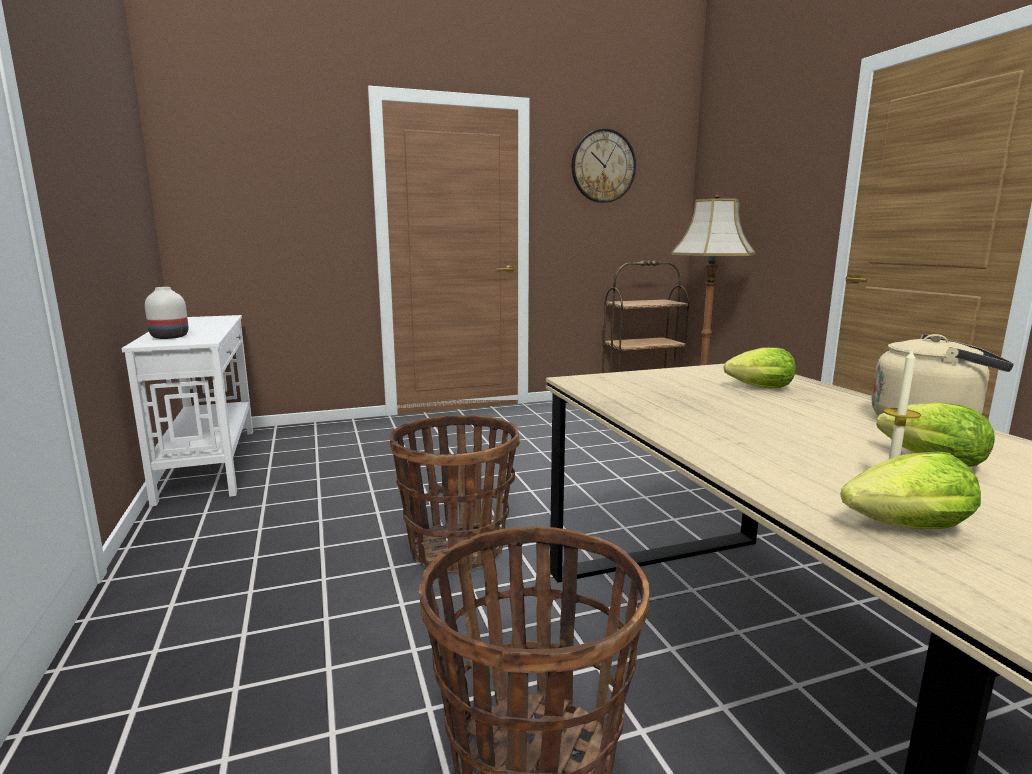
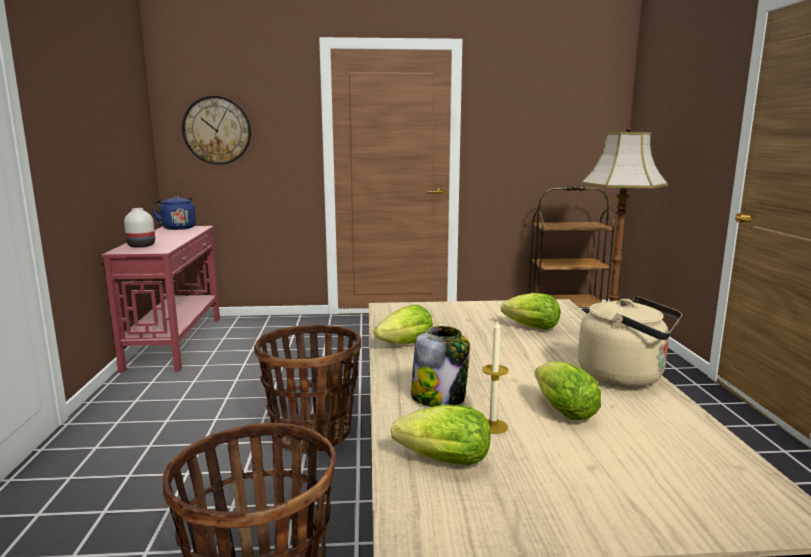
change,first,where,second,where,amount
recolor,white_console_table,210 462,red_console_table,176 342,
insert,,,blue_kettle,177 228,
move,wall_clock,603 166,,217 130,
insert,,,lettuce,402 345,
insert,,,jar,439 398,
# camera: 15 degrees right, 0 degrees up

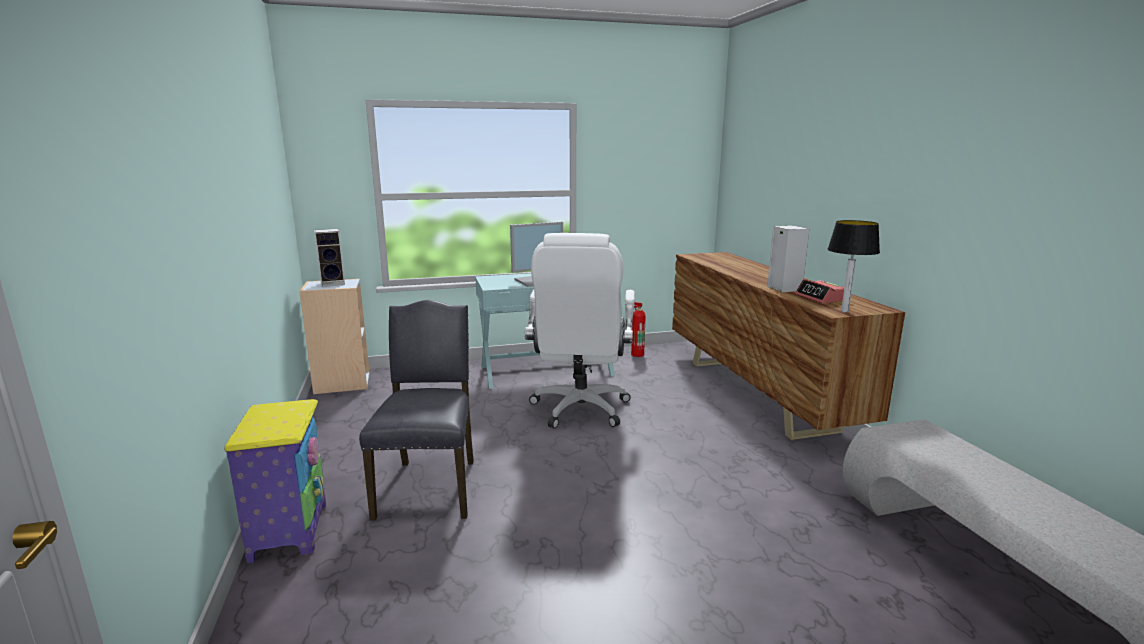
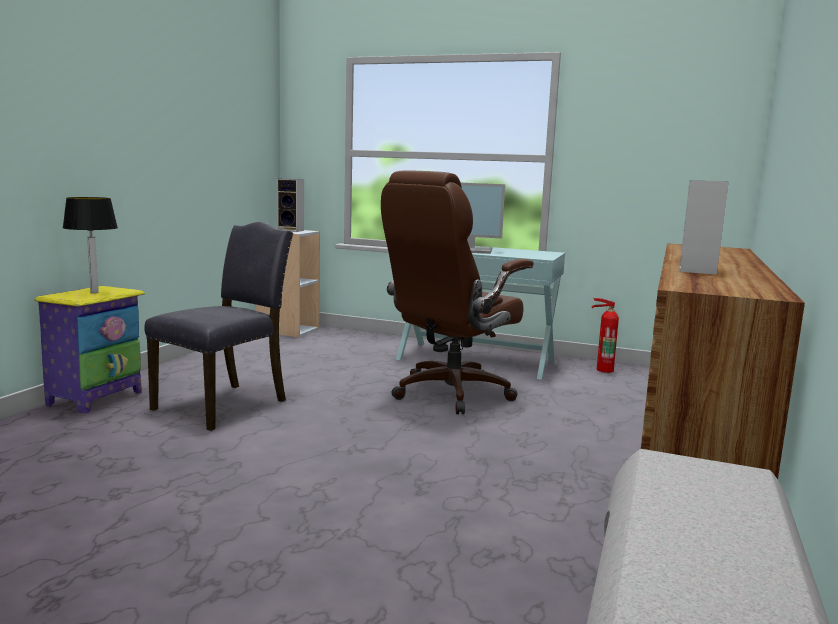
change,first,where,second,where,amount
move,table_lamp,845 311,,95 292,
recolor,white_office_chair,580 409,brown_office_chair,450 394,
delete,alarm_clock,821 298,,,
# camera: 35 degrees right, 5 degrees down

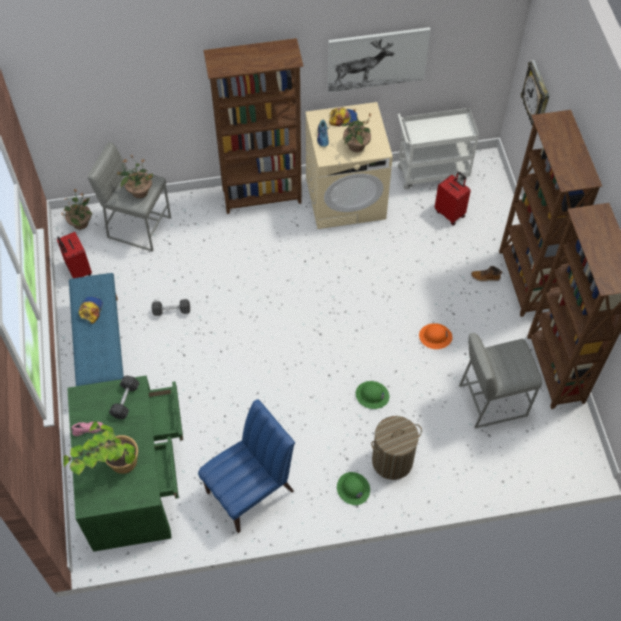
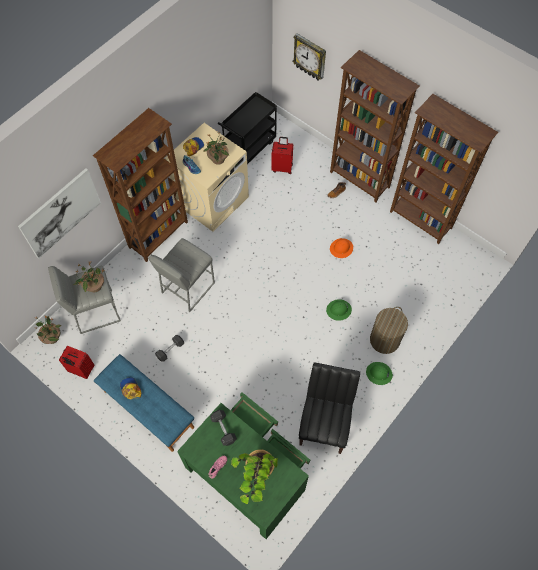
change,first,where,second,where,amount
move,picture,377 59,,60 213,
move,grey_stool,491 400,,187 288,
recolor,white_cart,430 174,black_cart,249 151,
recolor,blue_chair,250 492,black_chair,324 424,
# camera: 40 degrees left, 5 degrees up

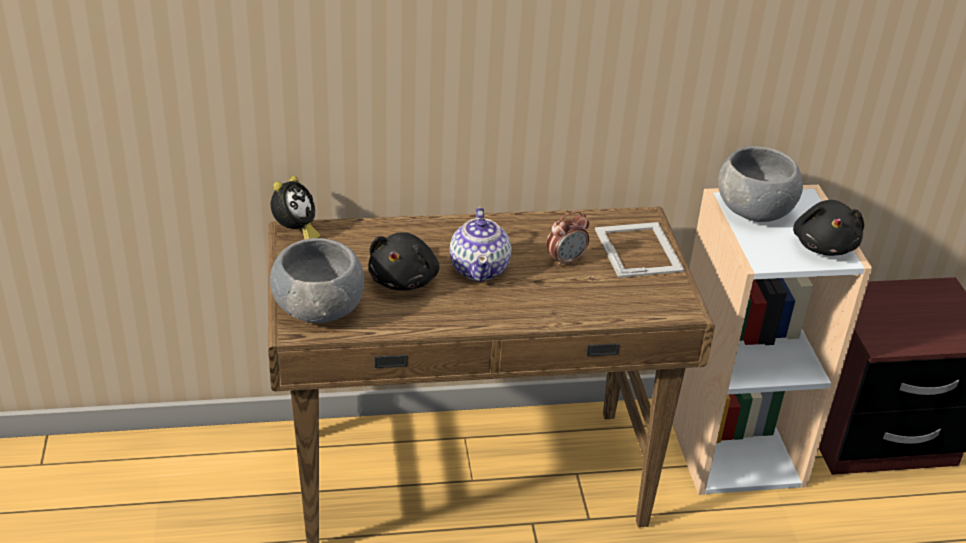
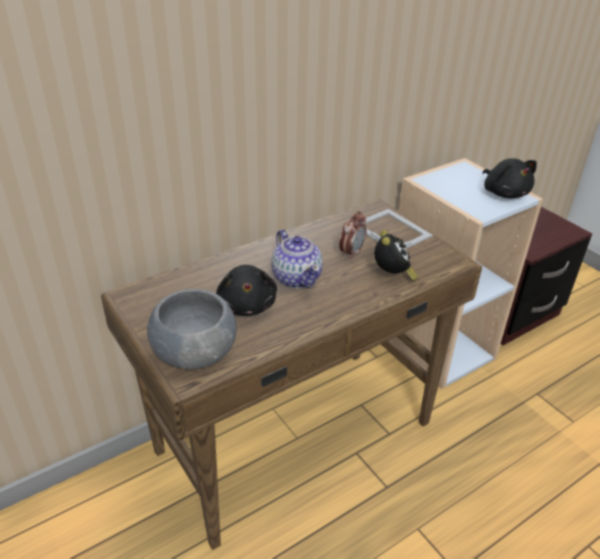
change,first,where,second,where,amount
move,alarm_clock,295 232,,392 276,
delete,grey_bowl,754 210,,,
# camera: 25 degrees left, 0 degrees up

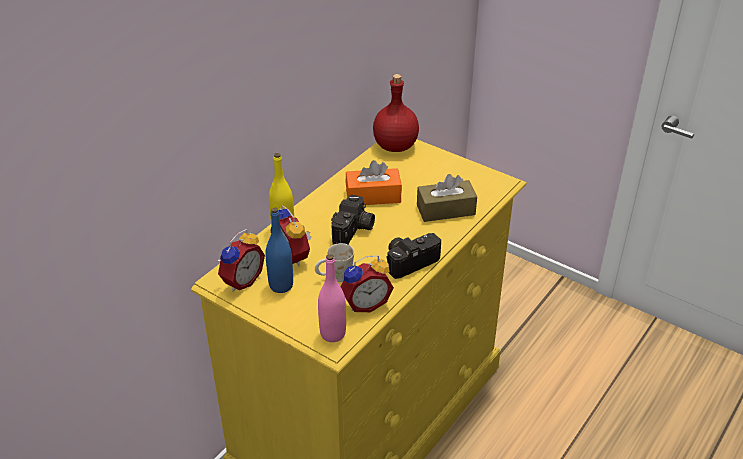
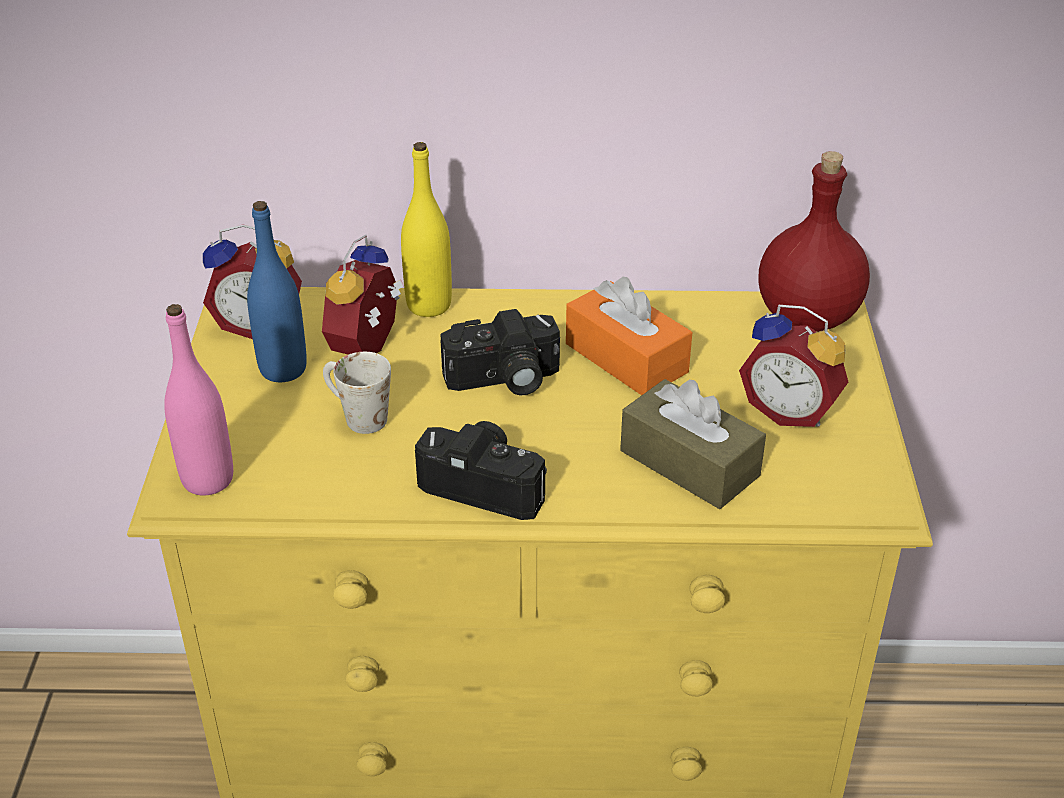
change,first,where,second,where,amount
move,alarm_clock,365 303,,790 410,
# camera: 55 degrees right, 0 degrees up

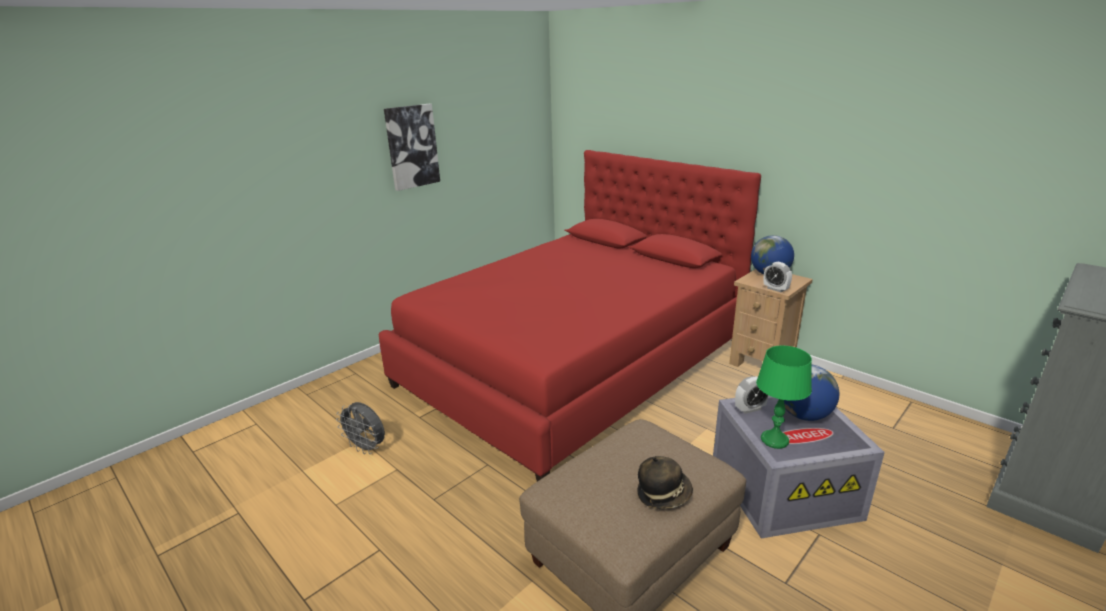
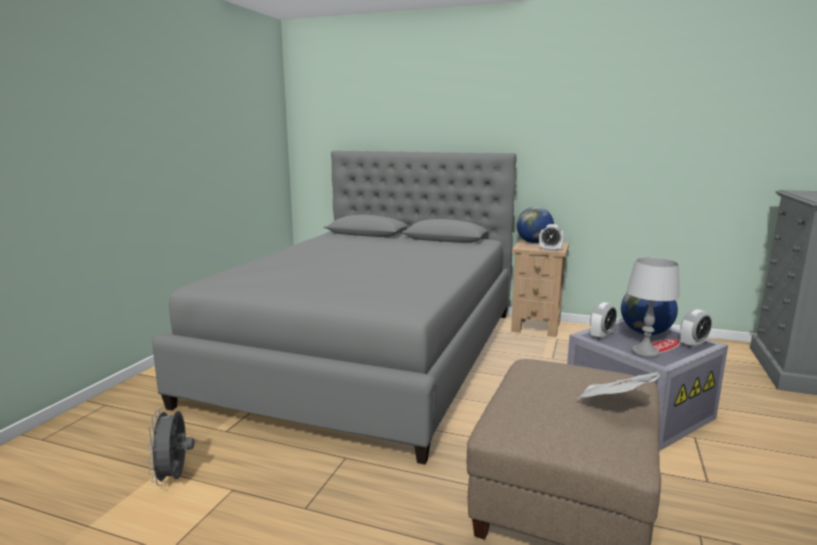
change,first,where,second,where,amount
rotate,grey_fan,367 448,,174 477,75 degrees clockwise
recolor,red_bed,574 363,grey_bed,370 353,
replace,hat,663 494,newspaper,614 404,
recolor,green_table_lamp,774 440,grey_table_lamp,645 352,
insert,,,alarm_clock,693 344,
delete,picture,412 146,,,
# camera: 25 degrees left, 10 degrees down

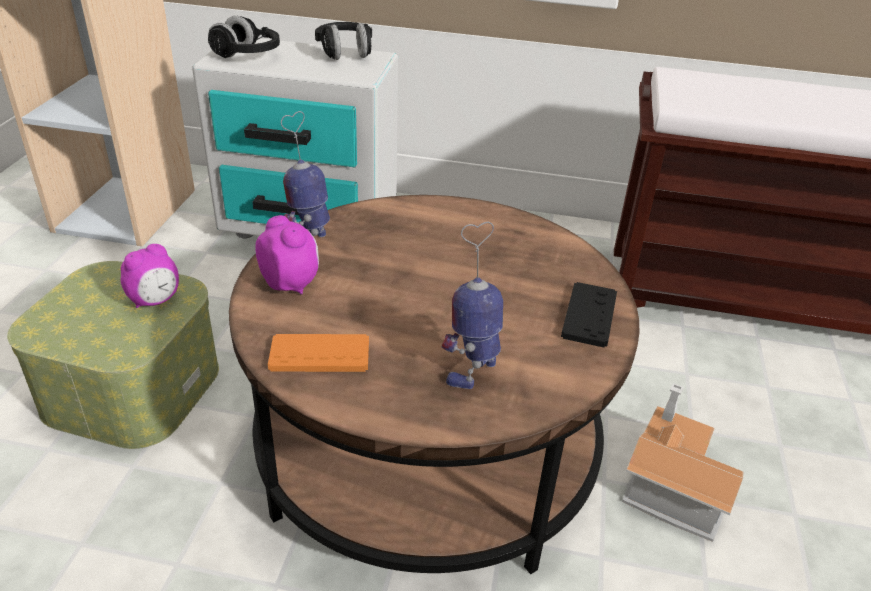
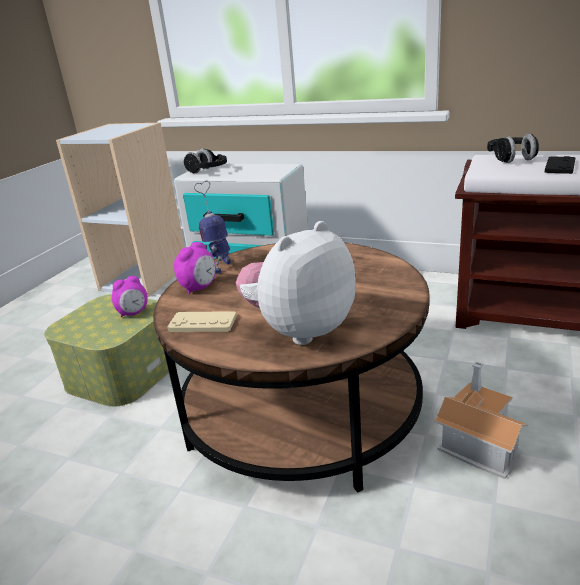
change,first,where,second,where,amount
recolor,orange_game_controller,319 355,beige_game_controller,202 323,
rotate,alarm_clock,291 283,,199 288,60 degrees clockwise
replace,toy_robot,474 368,plush_toy,300 329,
move,black_headphones,345 53,,511 159,
move,black_game_controller,589 315,,560 166,
# camera: 15 degrees right, 10 degrees down

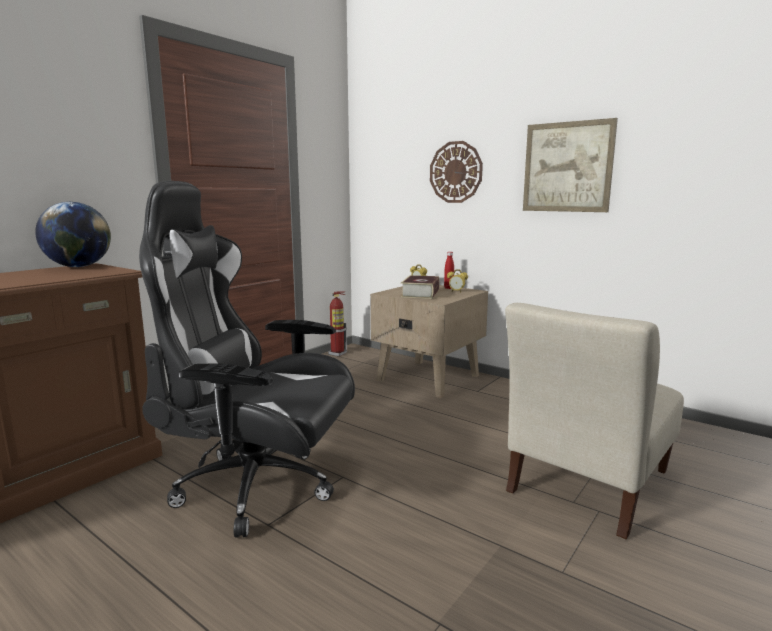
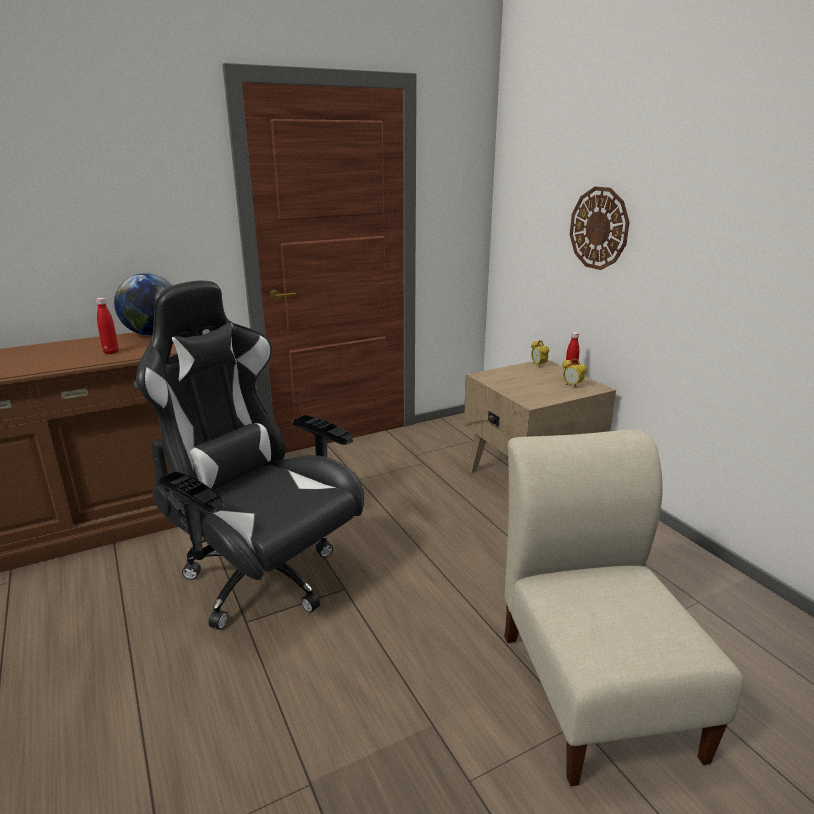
change,first,where,second,where,amount
insert,,,red_bottle,111 352,
rotate,beige_chair,586 485,,593 684,105 degrees clockwise
delete,fire_extinguisher,337 353,,,
delete,book,420 293,,,
delete,picture,567 167,,,
# camera: 25 degrees right, 10 degrees up

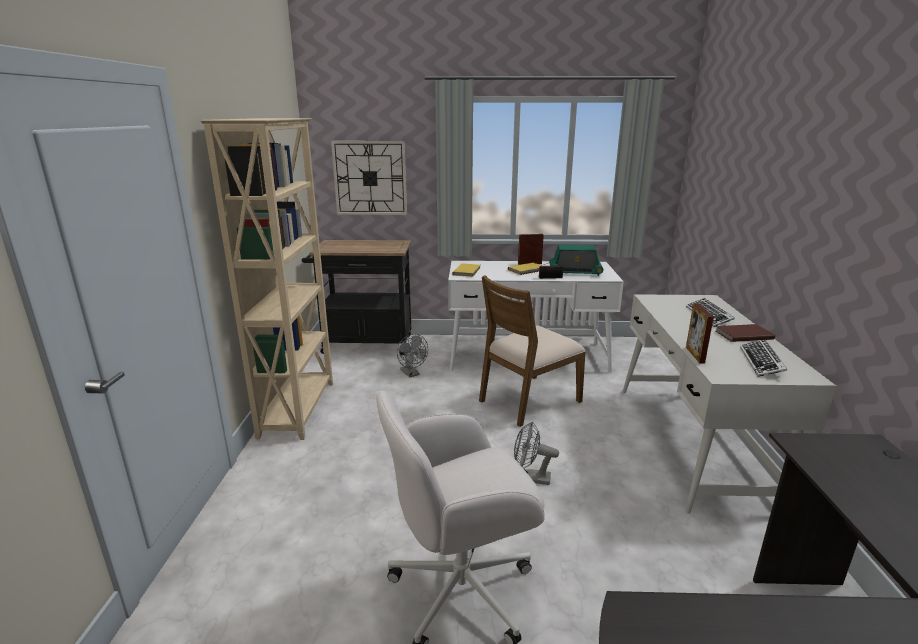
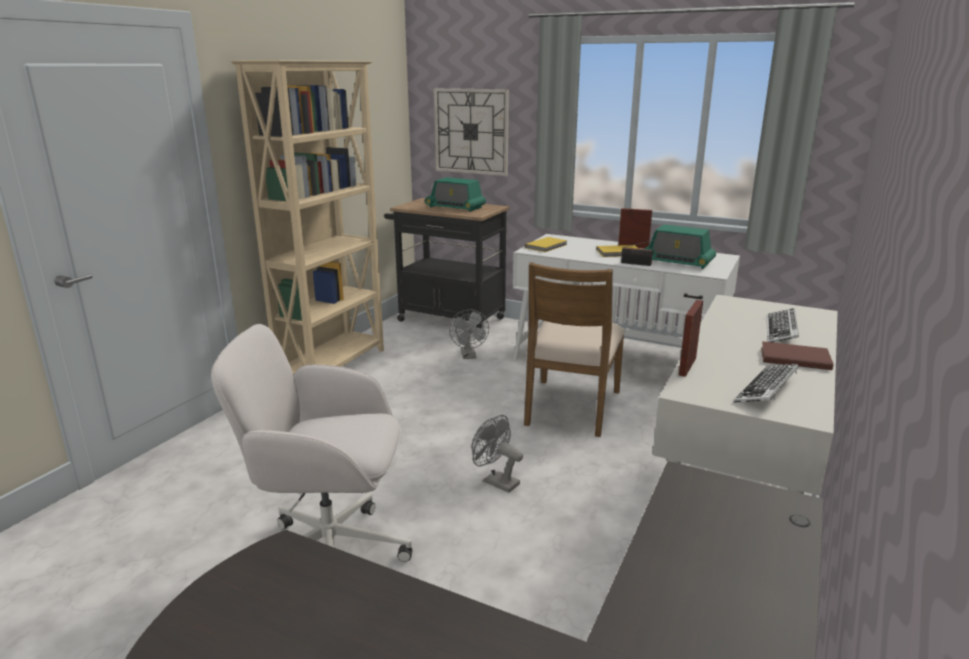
change,first,where,second,where,amount
insert,,,radio,455 207,
rotate,brown_chair,528 400,,571 407,60 degrees counterclockwise
# camera: 25 degrees right, 0 degrees up

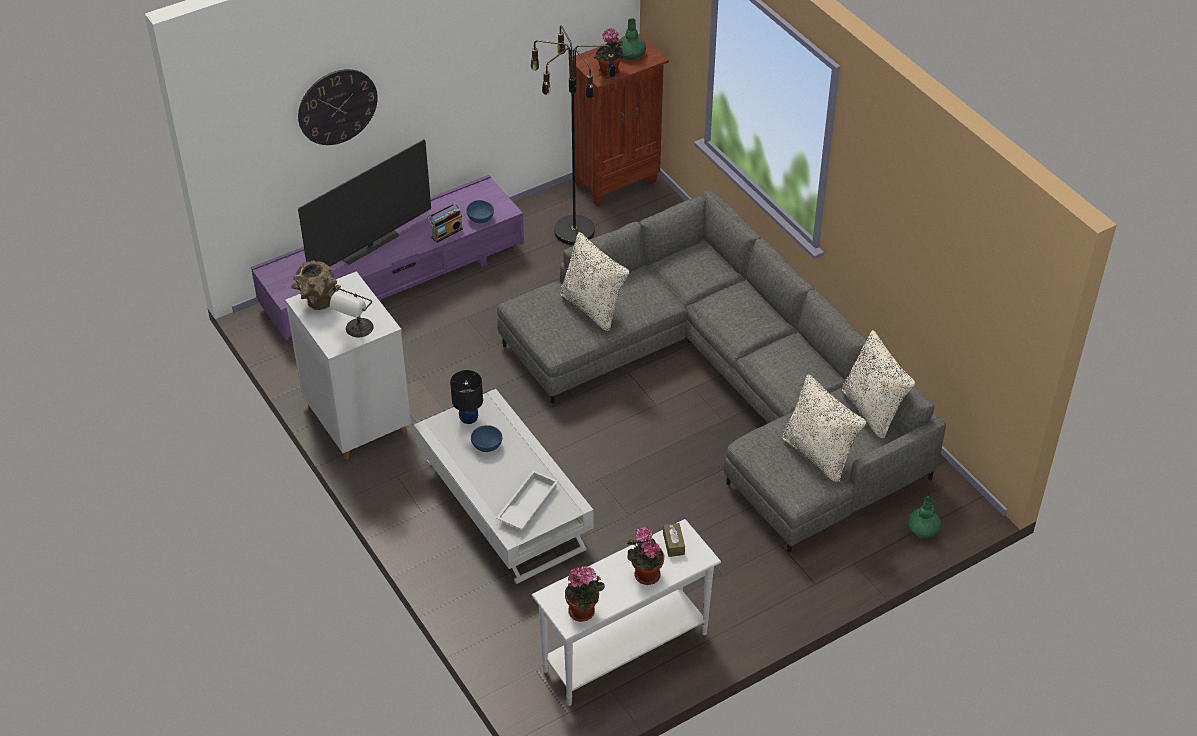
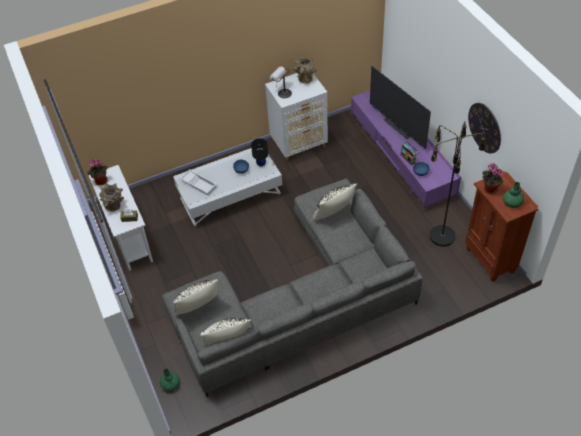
change,first,where,second,where,amount
replace,potted_plant,645 574,brown_vase,115 205,
move,wall_clock,337 106,,484 128,
# camera: 100 degrees right, 5 degrees up

